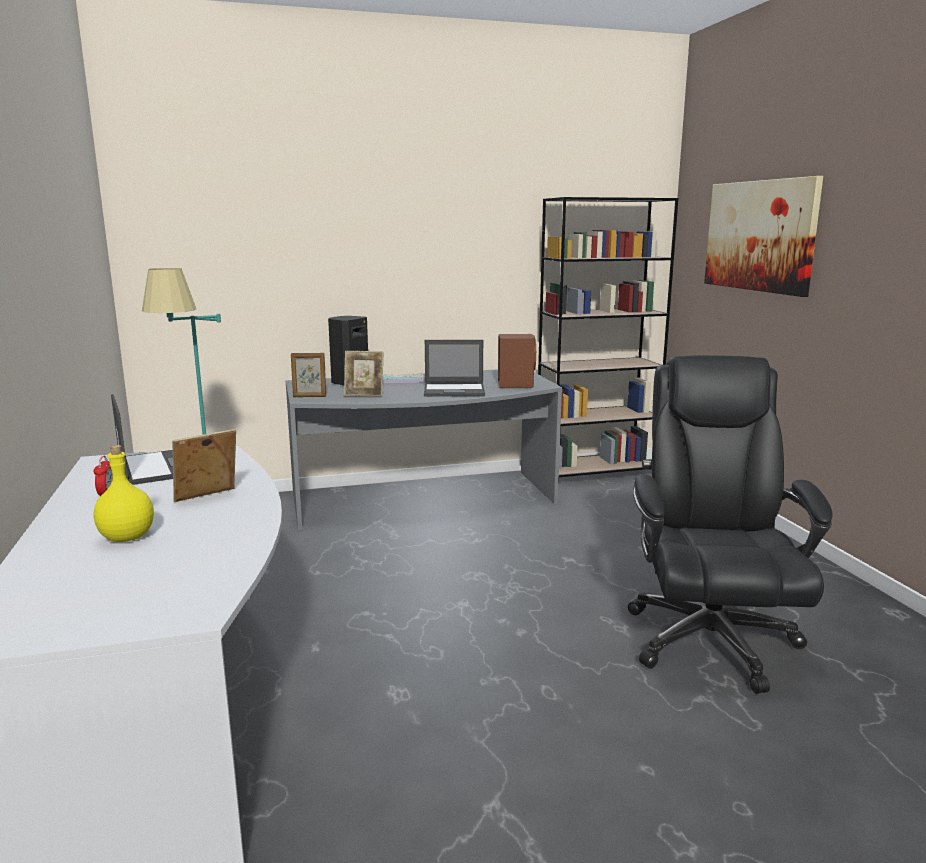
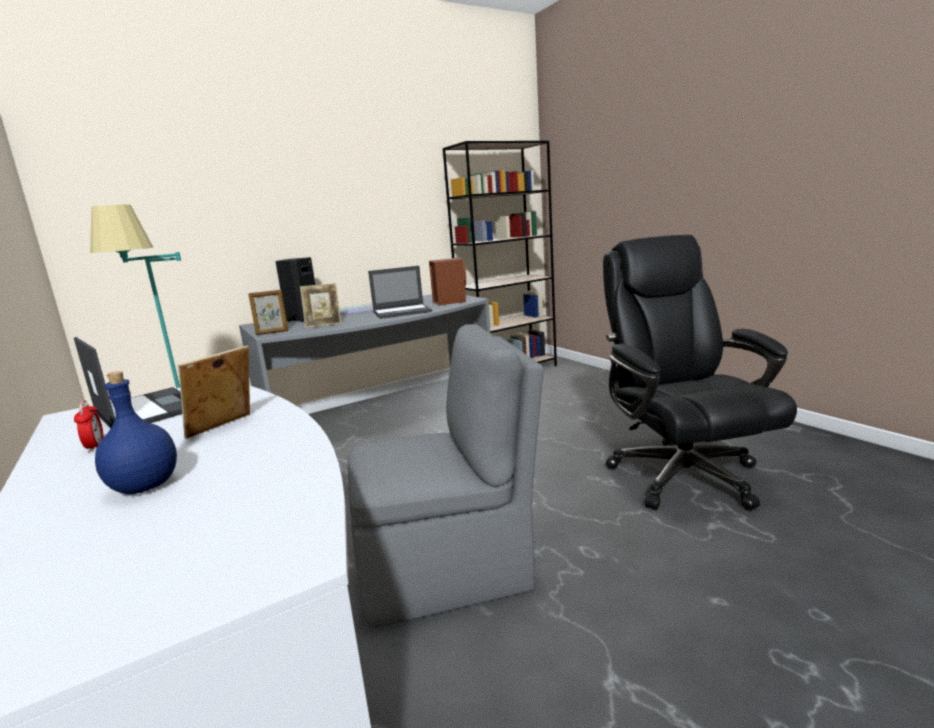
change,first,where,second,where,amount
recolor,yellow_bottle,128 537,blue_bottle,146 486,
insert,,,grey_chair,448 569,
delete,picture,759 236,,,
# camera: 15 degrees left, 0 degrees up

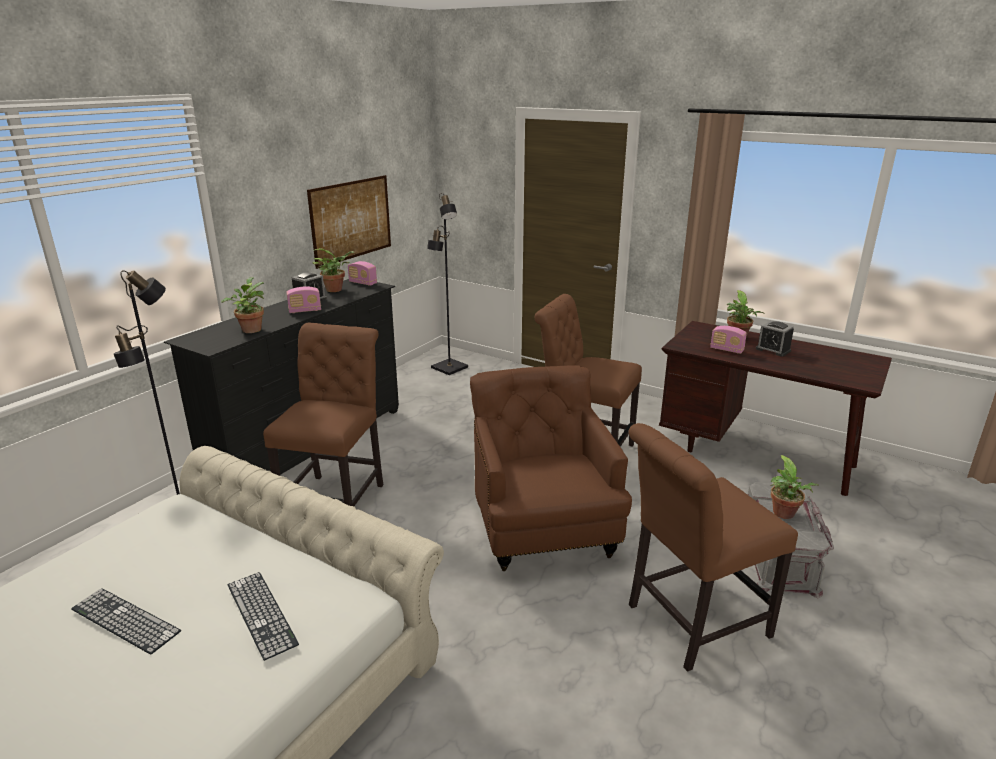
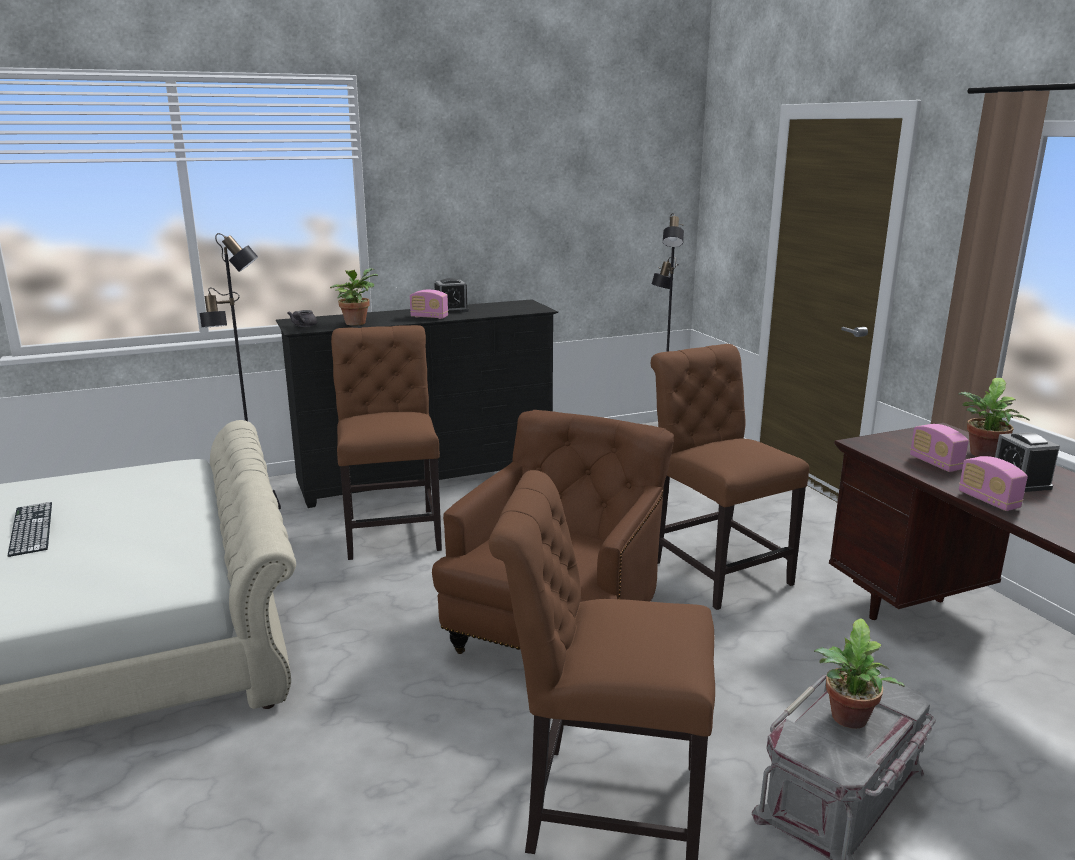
change,first,where,second,where,amount
insert,,,grey_teapot,303 326,
rotate,brown_chair,337 498,,393 530,60 degrees counterclockwise
move,radio,363 283,,988 501,
delete,keyboard,261 613,,,
delete,picture,351 220,,,
delete,potted_plant,336 289,,,
# camera: 35 degrees right, 5 degrees down

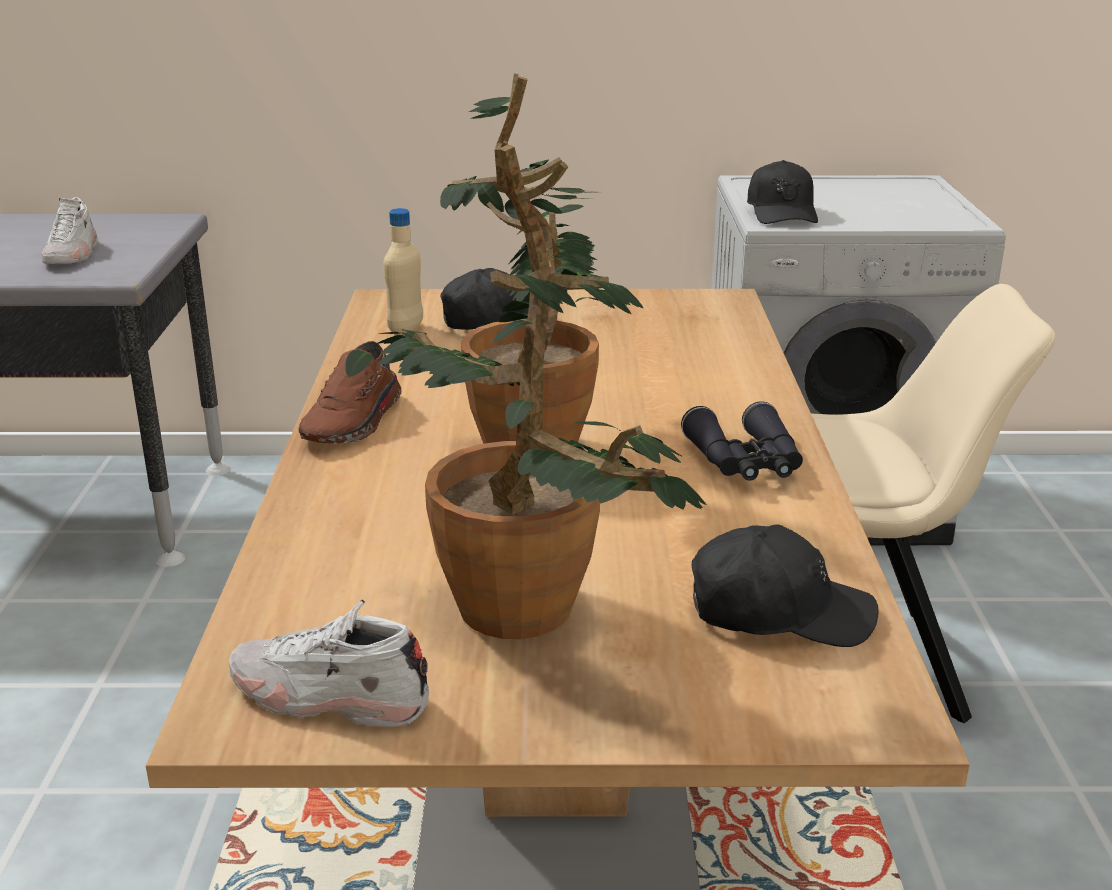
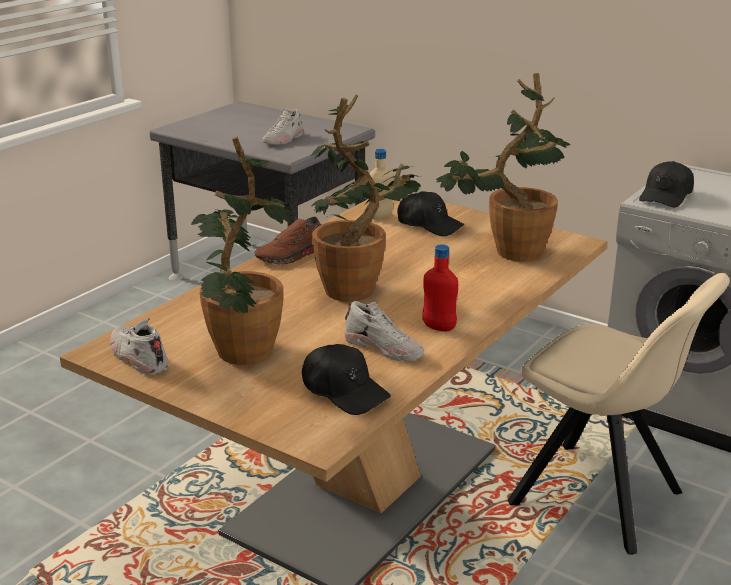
change,first,where,second,where,amount
insert,,,white_shoe,384 348,
replace,black_binoculars,746 462,red_bottle,439 327,
insert,,,potted_plant,507 253,
# camera: 35 degrees right, 0 degrees up

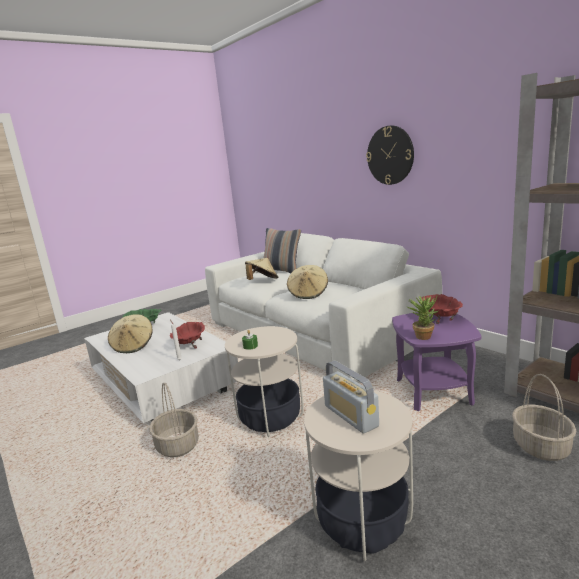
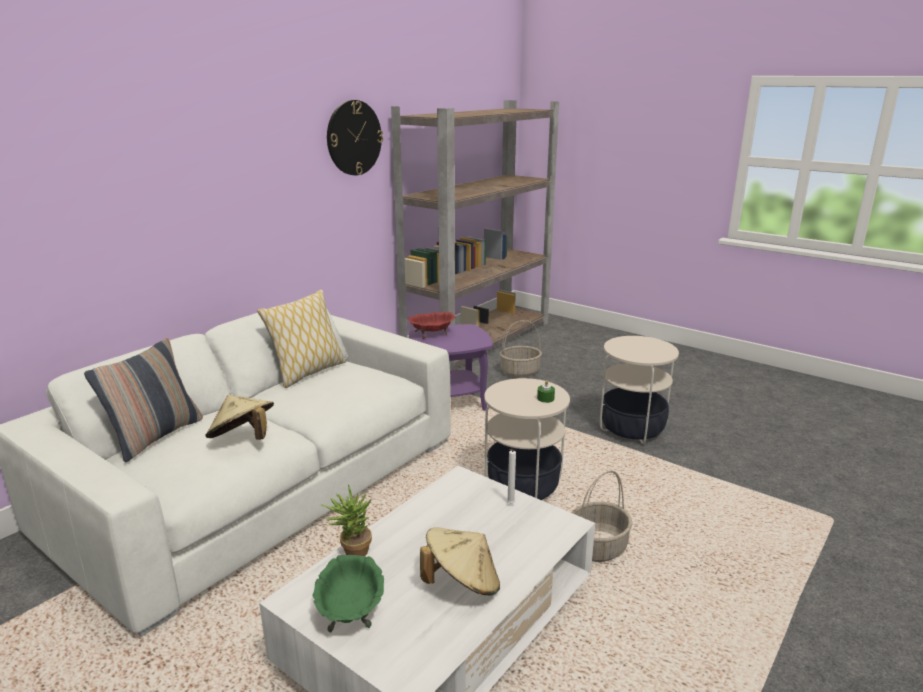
change,first,where,second,where,amount
insert,,,pillow,308 373,
move,potted_plant,423 335,,351 552,
move,wall_clock,390 155,,354 138,
delete,red_bowl,189 344,,,
delete,beige_hat,308 294,,,
delete,radio,351 416,,,
# camera: 105 degrees left, 5 degrees up

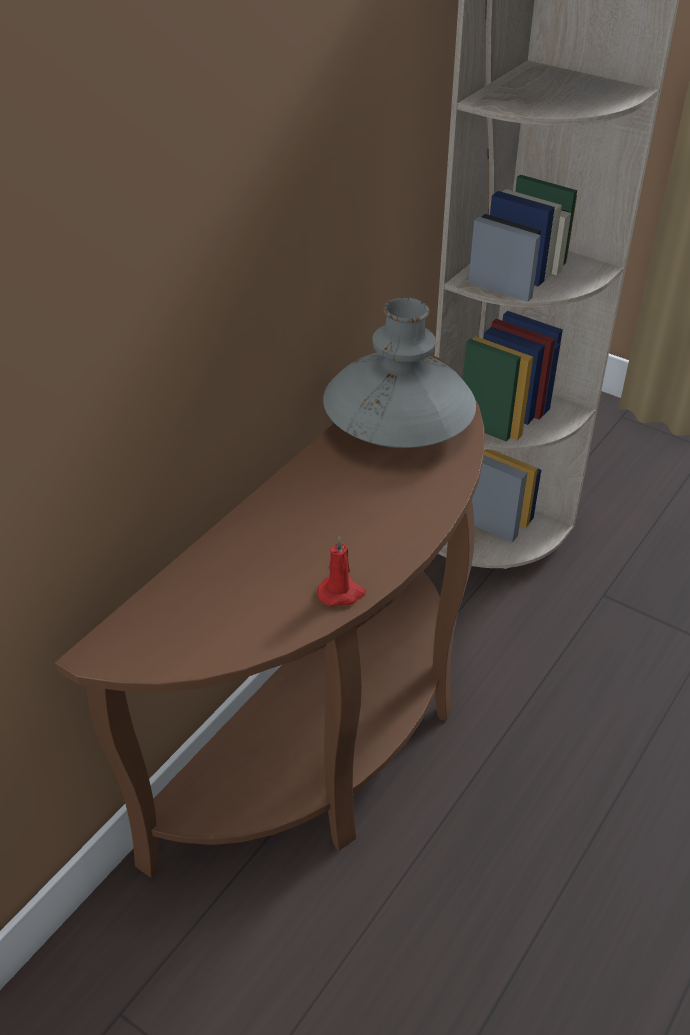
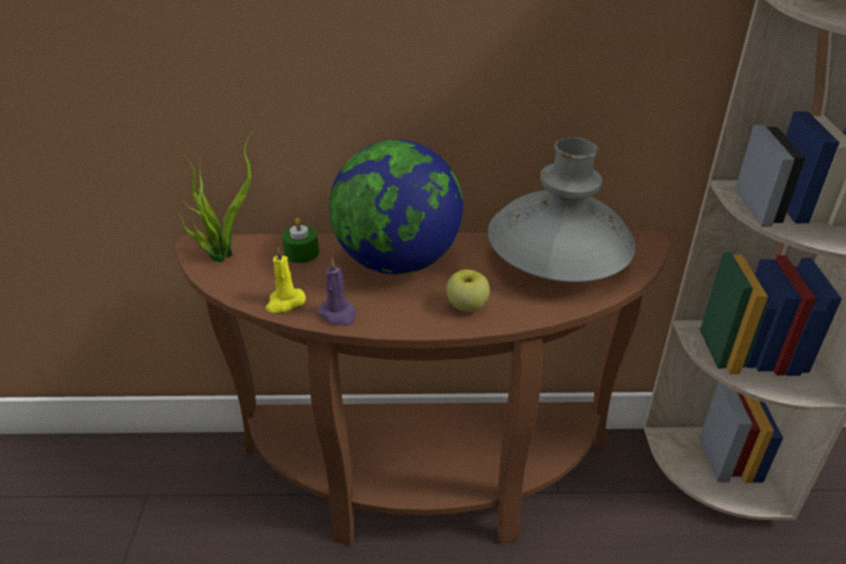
change,first,where,second,where,amount
insert,,,potted_plant,223 253,
insert,,,yellow_candle,285 302,
insert,,,green_candle,301 253,
recolor,red_candle,341 593,purple_candle,338 314,
insert,,,globe,397 261,
insert,,,apple,467 306,
# camera: 55 degrees right, 5 degrees down

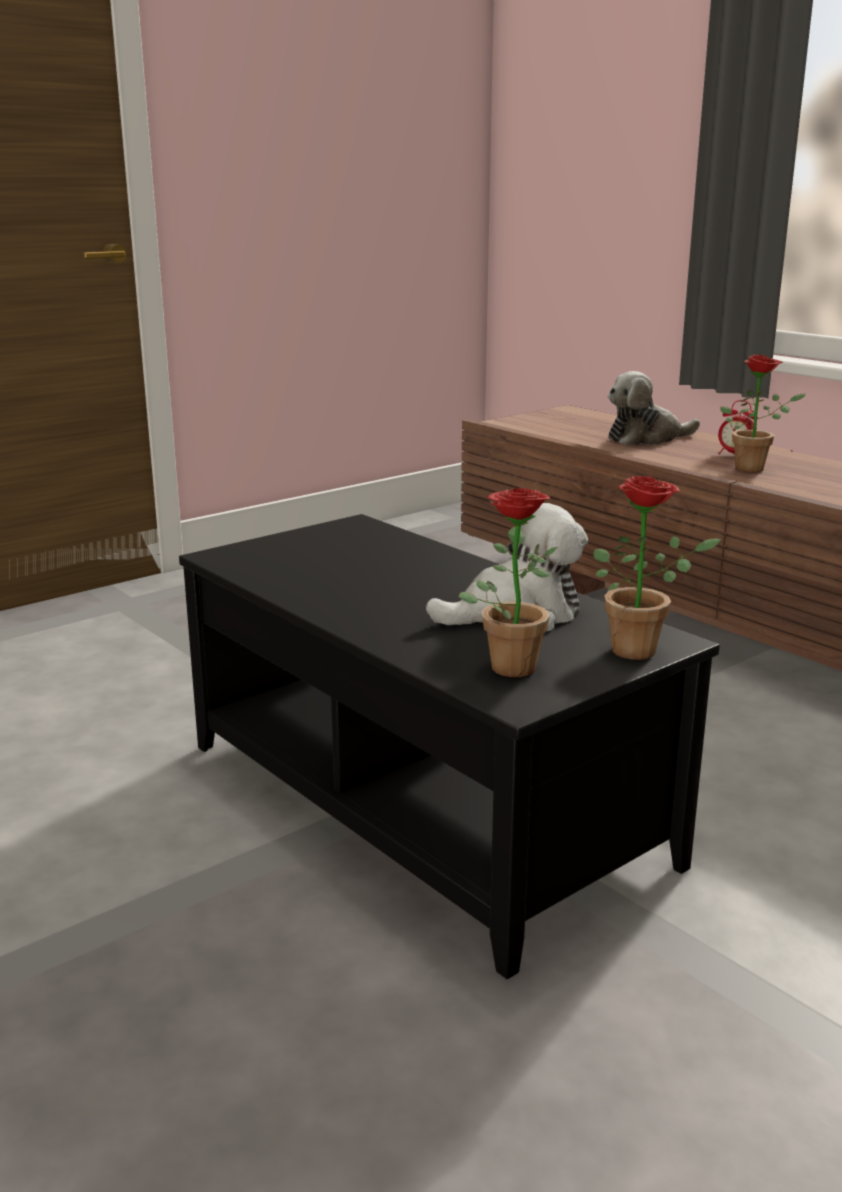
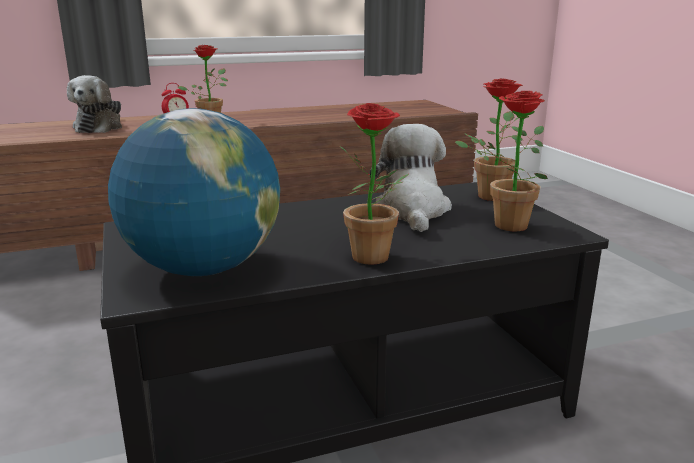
change,first,where,second,where,amount
insert,,,globe,203 268,
insert,,,potted_plant,374 260,
# camera: 70 degrees left, 0 degrees up

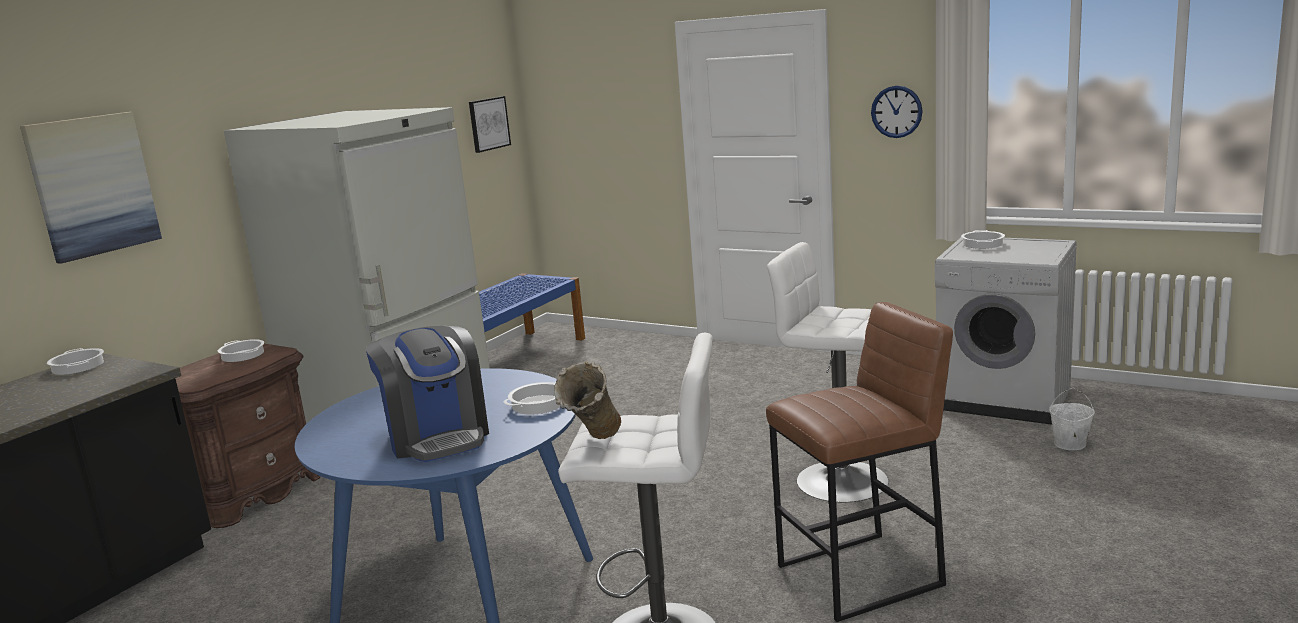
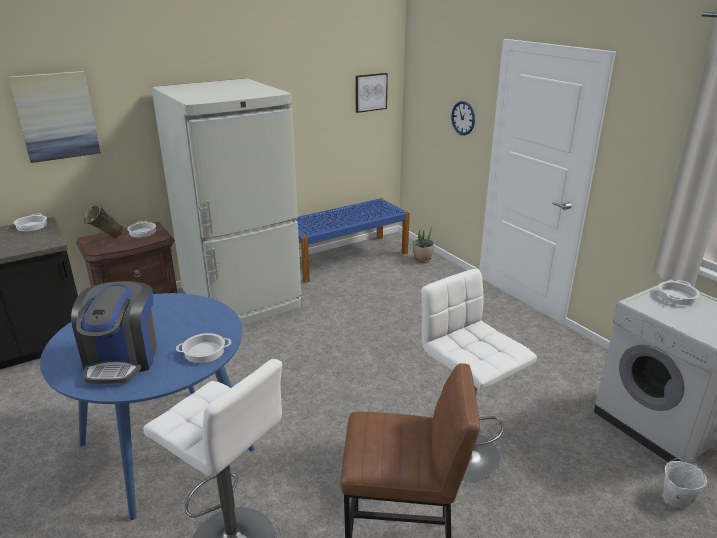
change,first,where,second,where,amount
move,beige_vase,594 445,,105 240,
insert,,,potted_plant,422 260,
move,wall_clock,896 111,,463 118,
# camera: 25 degrees right, 10 degrees up

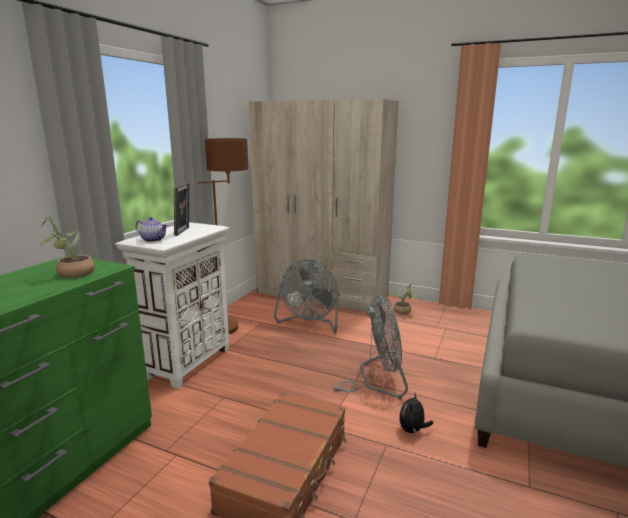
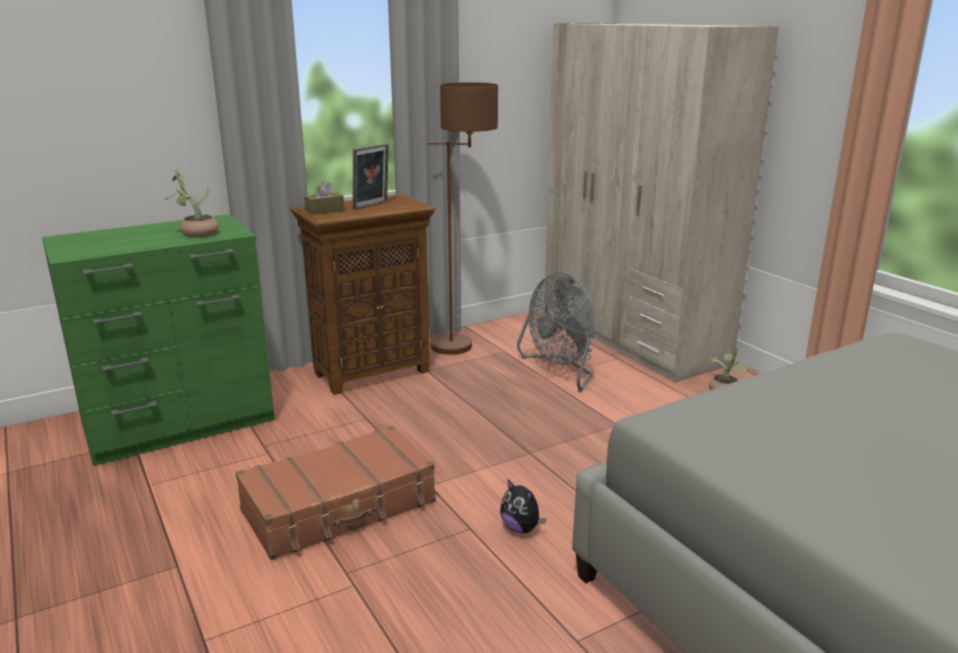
change,first,where,second,where,amount
recolor,white_cabinet,188 362,brown_cabinet,372 372,
replace,teapot,153 239,brown_tissue_box,324 210,
rotate,plush_toy,412 430,,521 528,105 degrees counterclockwise
delete,grey_fan,375 378,,,
# camera: 35 degrees right, 5 degrees up

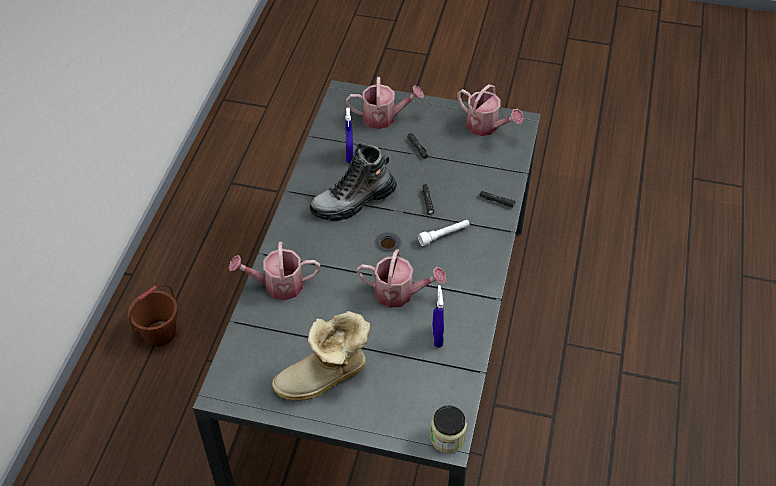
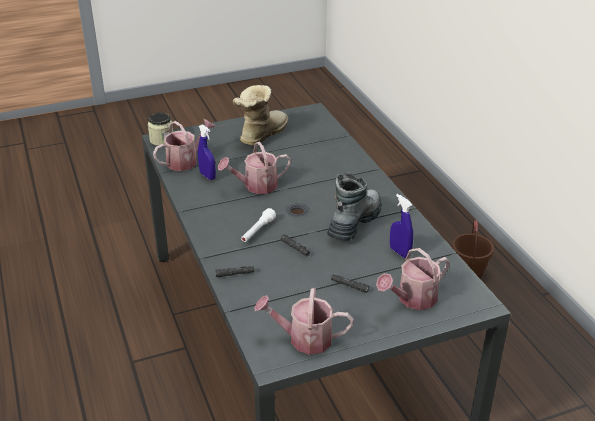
change,first,where,second,where,amount
move,watering_can,278 285,,186 161,
# camera: 145 degrees right, 15 degrees down

